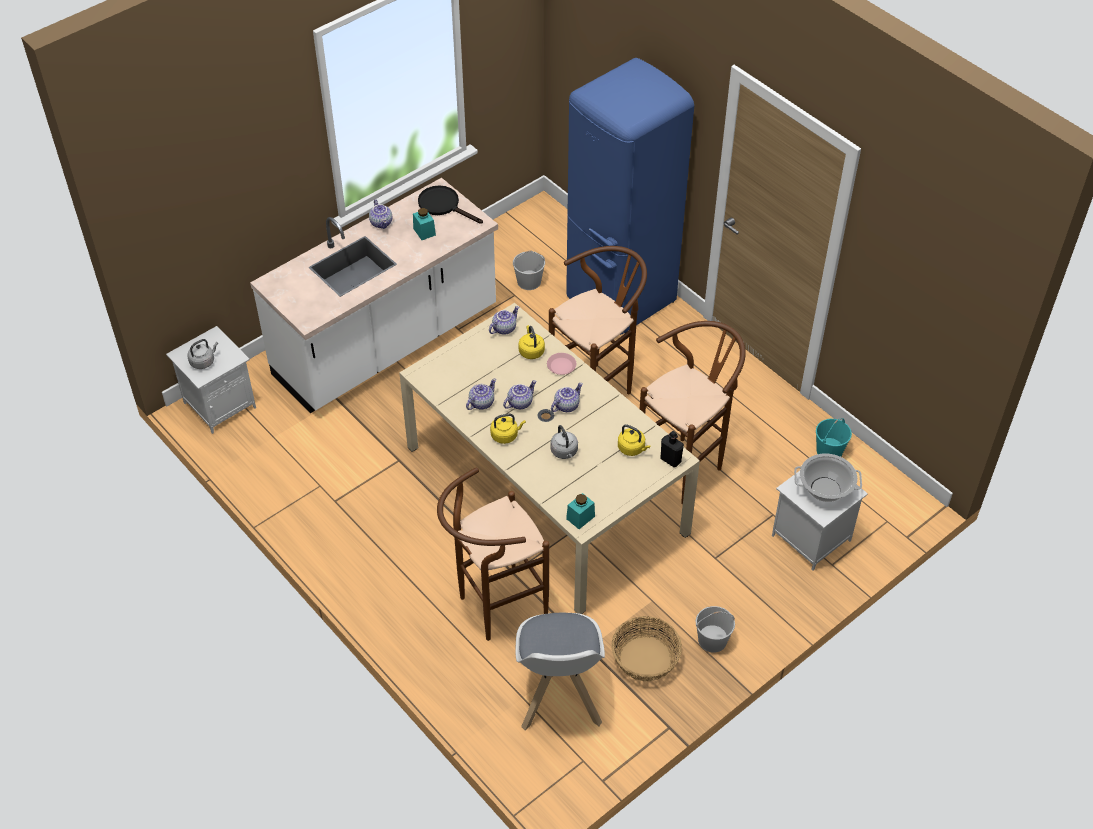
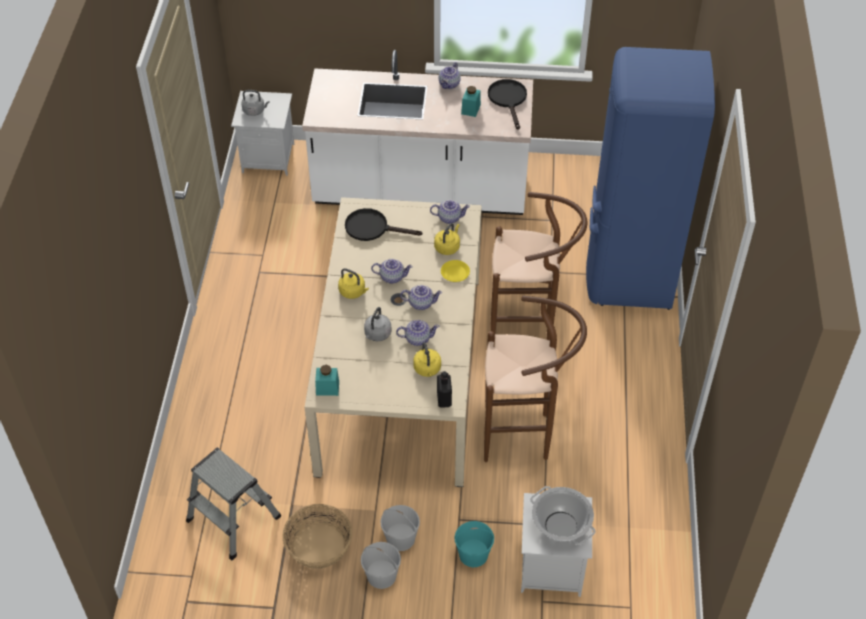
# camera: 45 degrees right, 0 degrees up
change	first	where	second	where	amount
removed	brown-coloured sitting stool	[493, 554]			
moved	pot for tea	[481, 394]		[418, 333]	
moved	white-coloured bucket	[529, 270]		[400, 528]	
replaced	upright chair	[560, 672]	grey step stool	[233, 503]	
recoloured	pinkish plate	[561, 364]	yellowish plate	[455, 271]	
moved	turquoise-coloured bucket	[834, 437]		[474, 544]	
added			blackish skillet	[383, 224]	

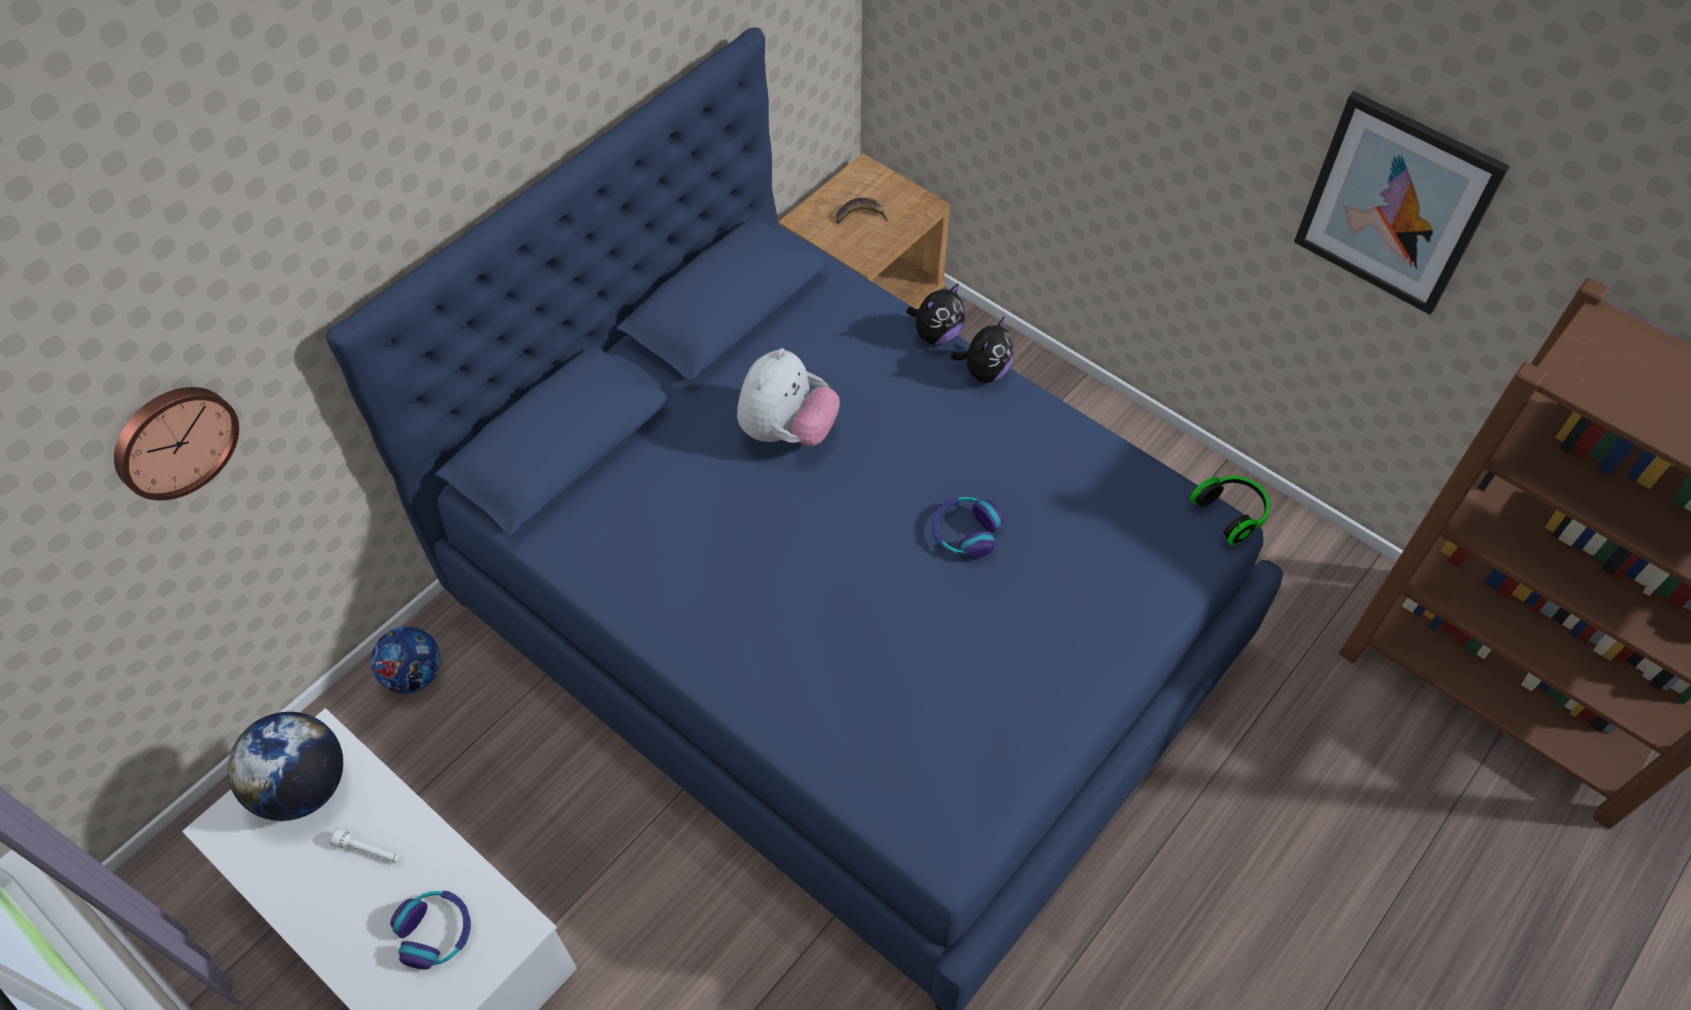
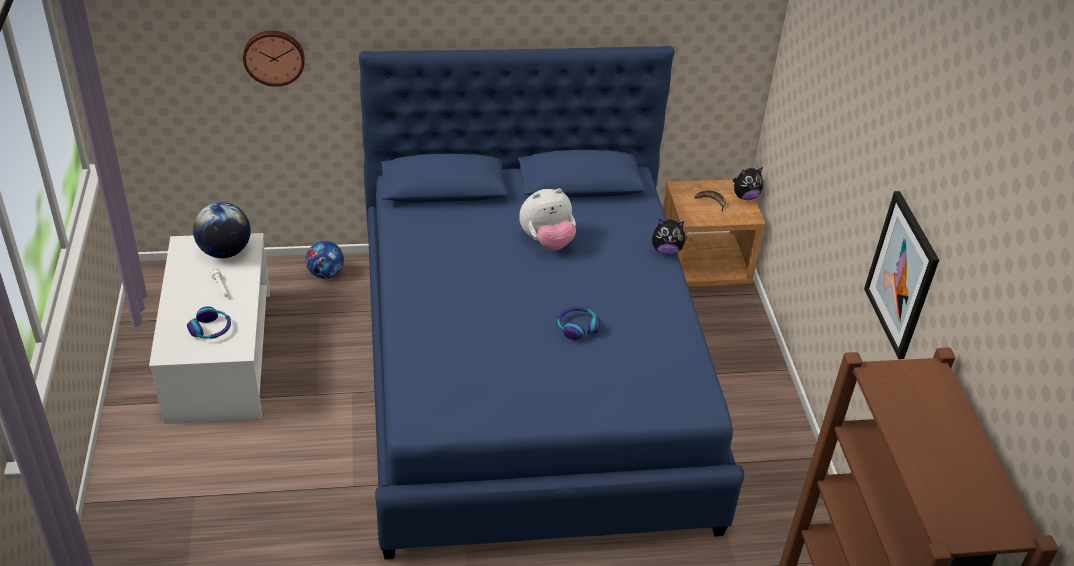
# camera: 40 degrees right, 15 degrees down
change	first	where	second	where	amount
moved	soft toy	[981, 349]		[748, 183]	
removed	headset	[1230, 510]			

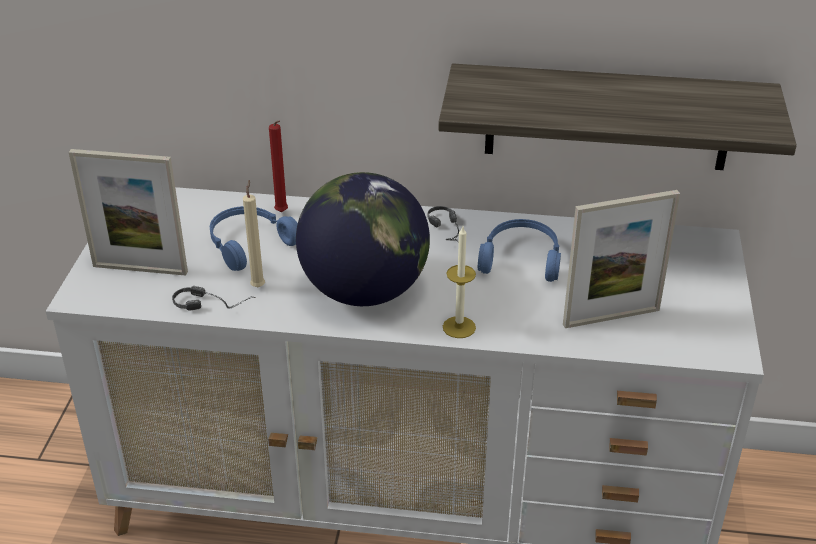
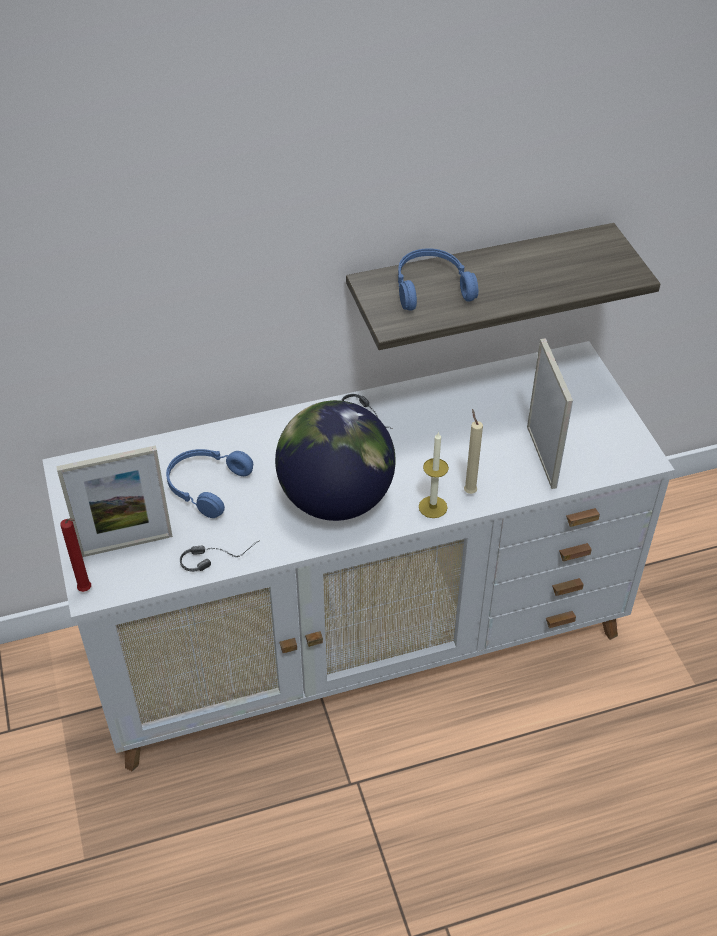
# camera: 25 degrees left, 10 degrees up
change	first	where	second	where	amount
moved	sand-coloured candle	[254, 233]		[473, 451]	
moved	red-coloured candle	[278, 166]		[75, 555]	
moved	bluish headset	[519, 250]		[438, 279]	
turned	photo frame	[621, 259]		[550, 413]	60 degrees counterclockwise

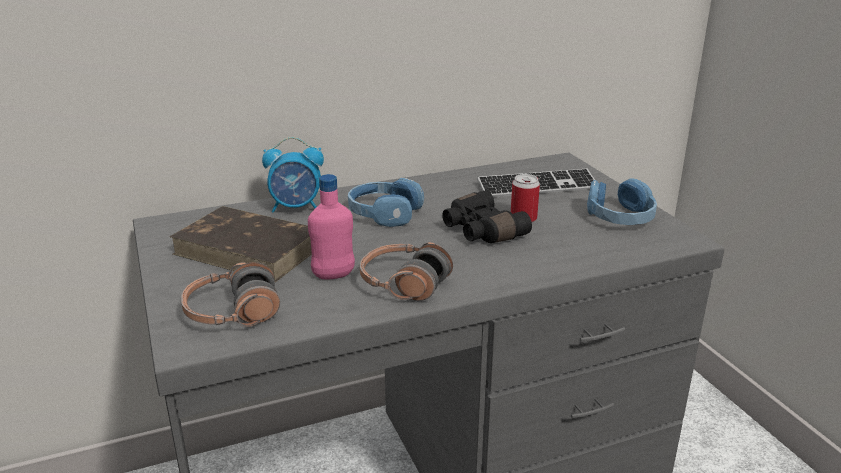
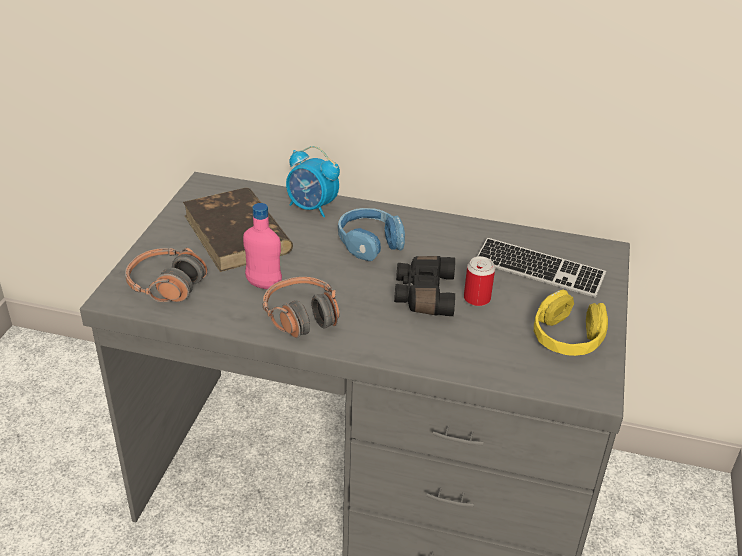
# camera: 35 degrees right, 10 degrees up
change	first	where	second	where	amount
recoloured	bluish headset	[622, 201]	yellowish headset	[571, 323]	

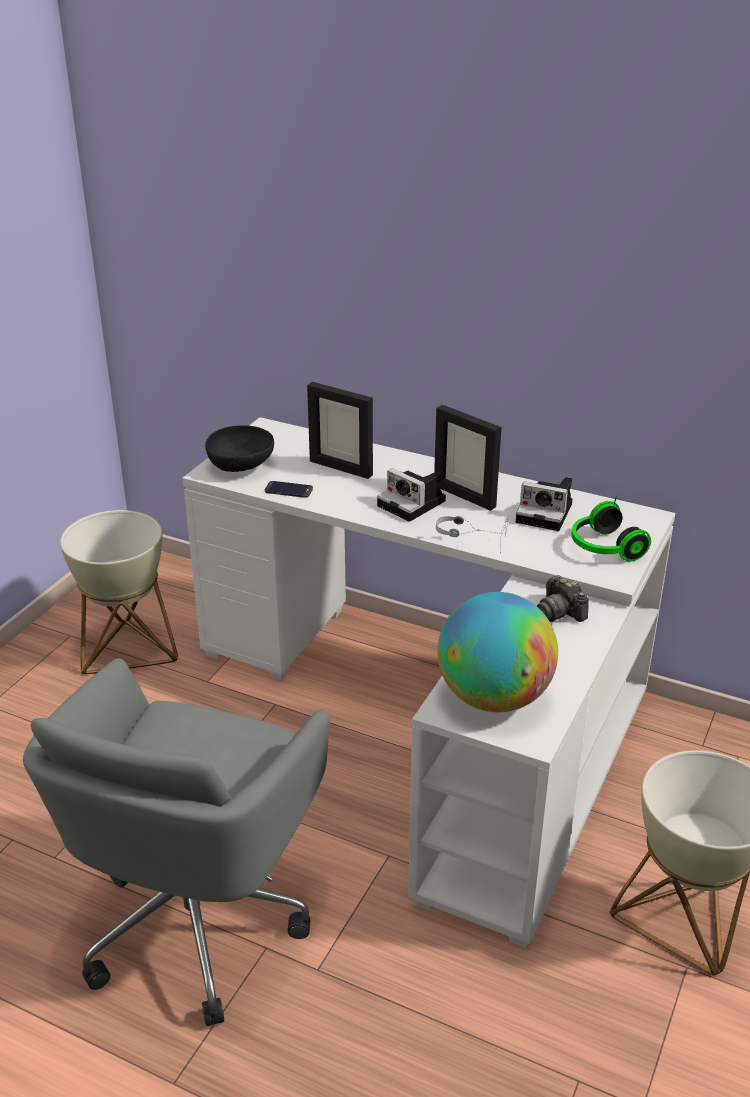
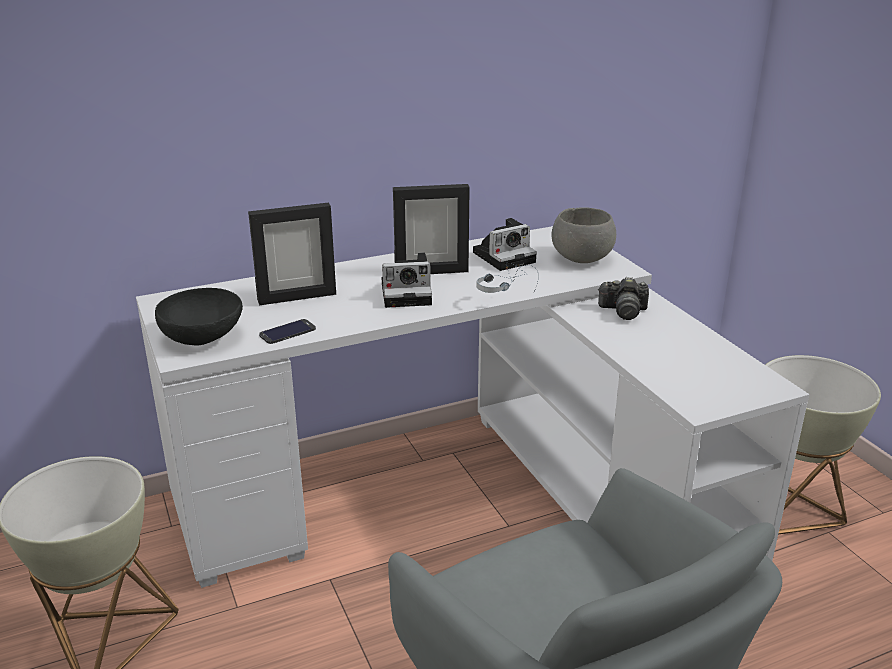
# camera: 50 degrees left, 5 degrees down
change	first	where	second	where	amount
removed	desk globe	[497, 652]			
replaced	headset	[611, 528]	grey serving bowl	[584, 235]	

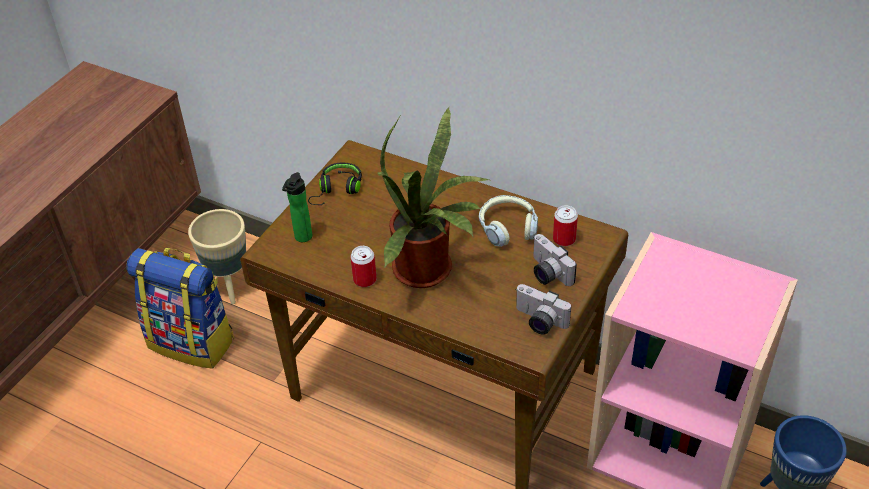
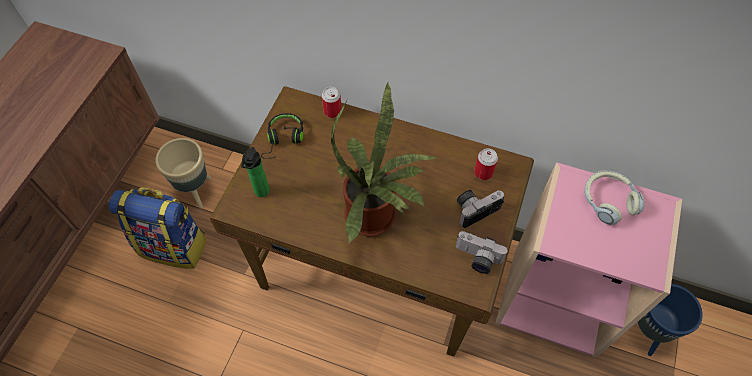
# camera: 10 degrees left, 15 degrees up
change	first	where	second	where	amount
moved	metal can	[363, 266]		[331, 102]	
moved	headset	[508, 221]		[615, 197]	
turned	photo camera	[555, 260]		[480, 209]	105 degrees clockwise

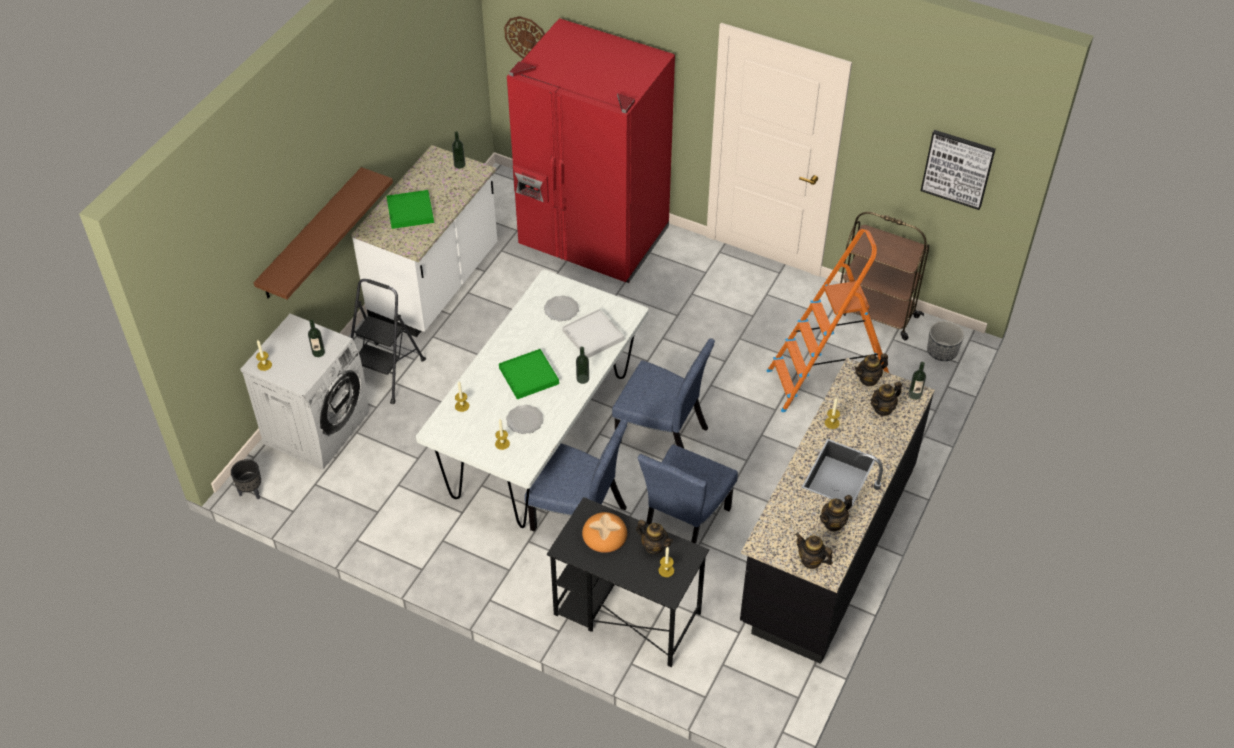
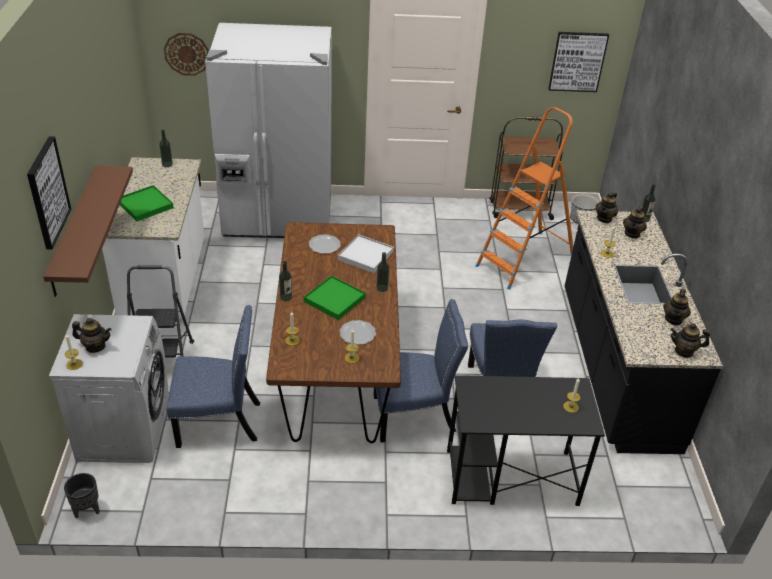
# camera: 30 degrees left, 10 degrees down
change	first	where	second	where	amount
moved	drink bottle	[316, 338]		[285, 281]	
recoloured	white-coloured dining table	[532, 399]	brown-coloured dining table	[333, 332]	
recoloured	red-coloured fridge	[591, 150]	white-coloured fridge	[268, 130]	
removed	bakery bread	[604, 532]			
moved	bluish upright chair	[663, 393]		[213, 376]	
moved	pot for tea	[654, 537]		[92, 335]	
added			picture	[49, 192]	

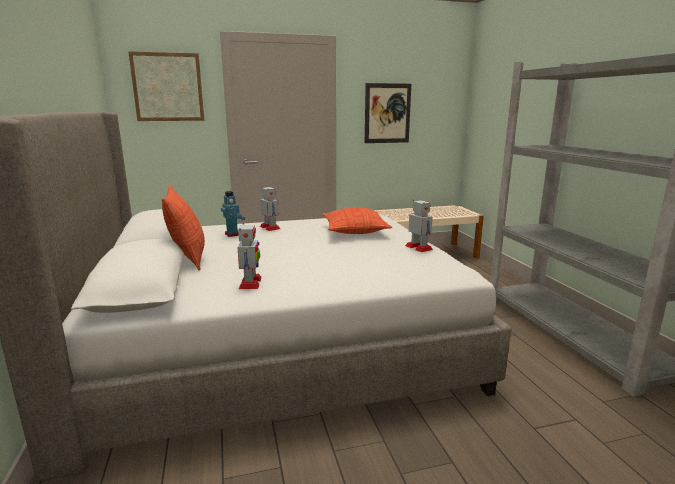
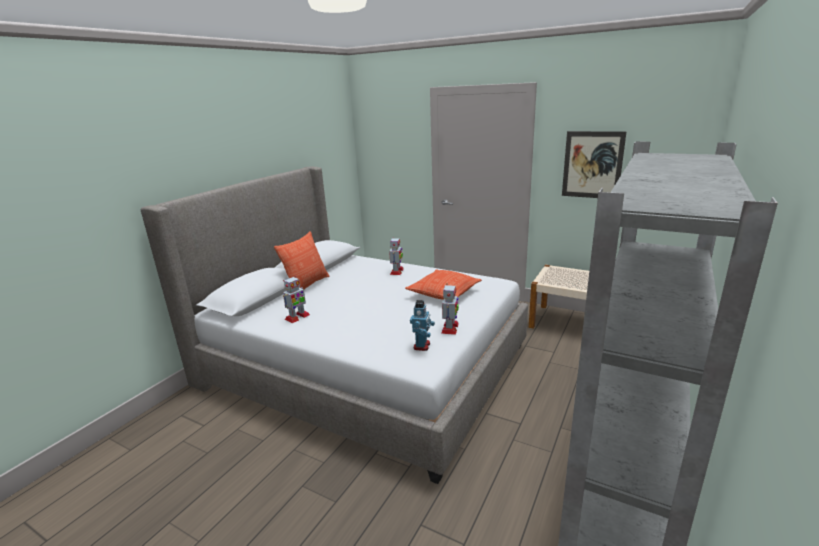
# camera: 45 degrees right, 5 degrees up
change	first	where	second	where	amount
removed	picture	[166, 86]			
moved	robot figure	[233, 214]		[422, 325]	

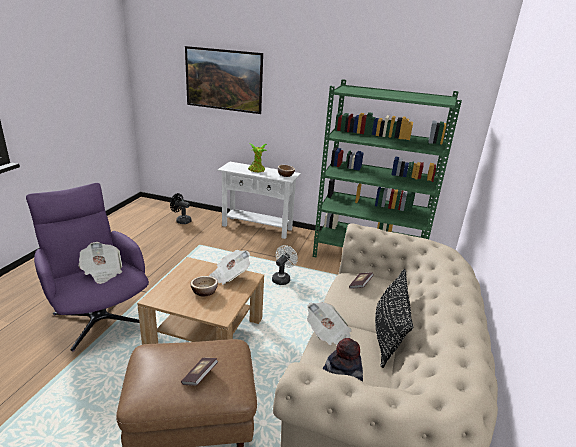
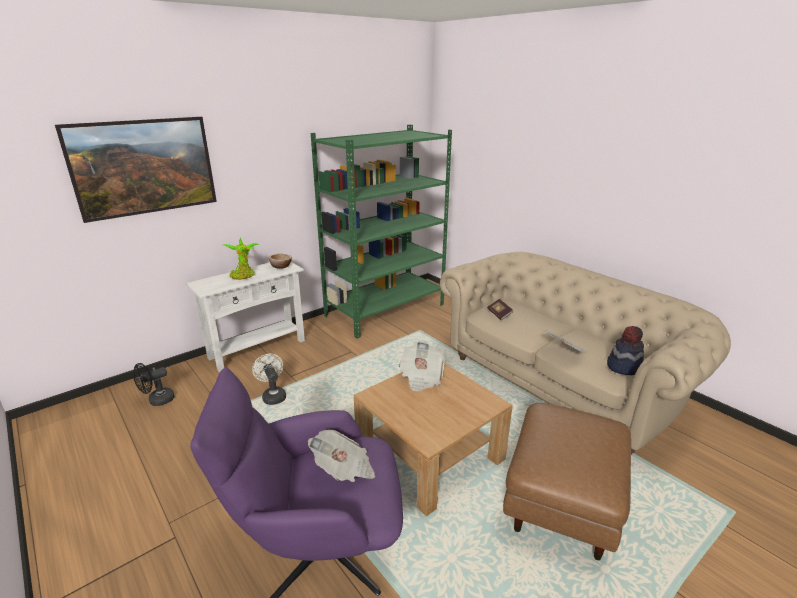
# camera: 55 degrees left, 0 degrees up
change	first	where	second	where	amount
removed	volume	[200, 372]			
removed	serving bowl	[204, 286]			
moved	white-coloured cooling fan	[285, 265]		[269, 379]	
removed	blackish cushion	[394, 318]			

